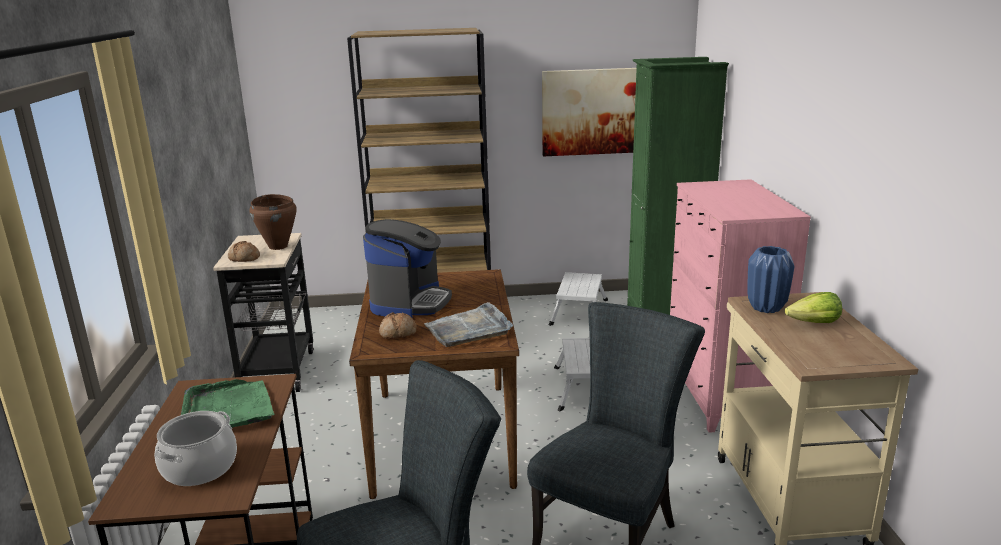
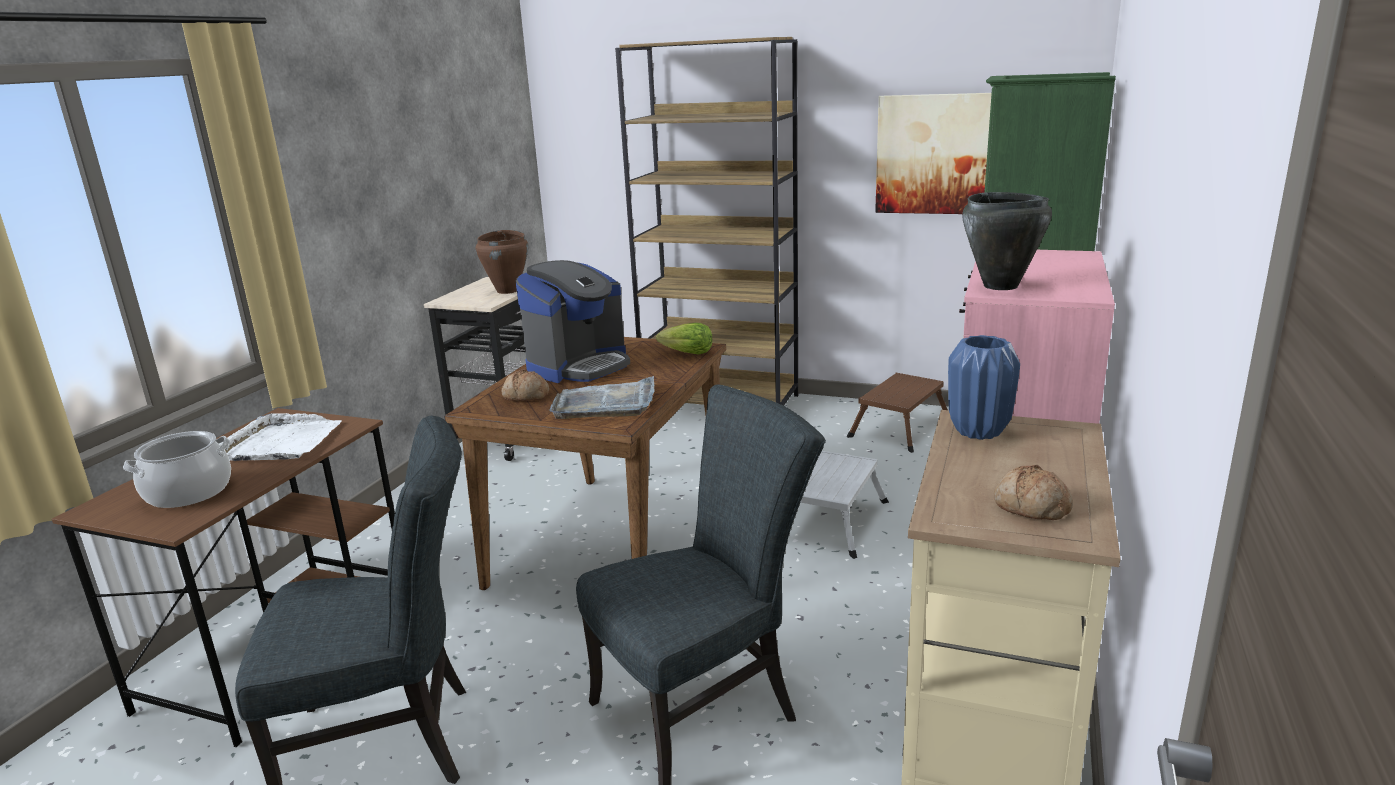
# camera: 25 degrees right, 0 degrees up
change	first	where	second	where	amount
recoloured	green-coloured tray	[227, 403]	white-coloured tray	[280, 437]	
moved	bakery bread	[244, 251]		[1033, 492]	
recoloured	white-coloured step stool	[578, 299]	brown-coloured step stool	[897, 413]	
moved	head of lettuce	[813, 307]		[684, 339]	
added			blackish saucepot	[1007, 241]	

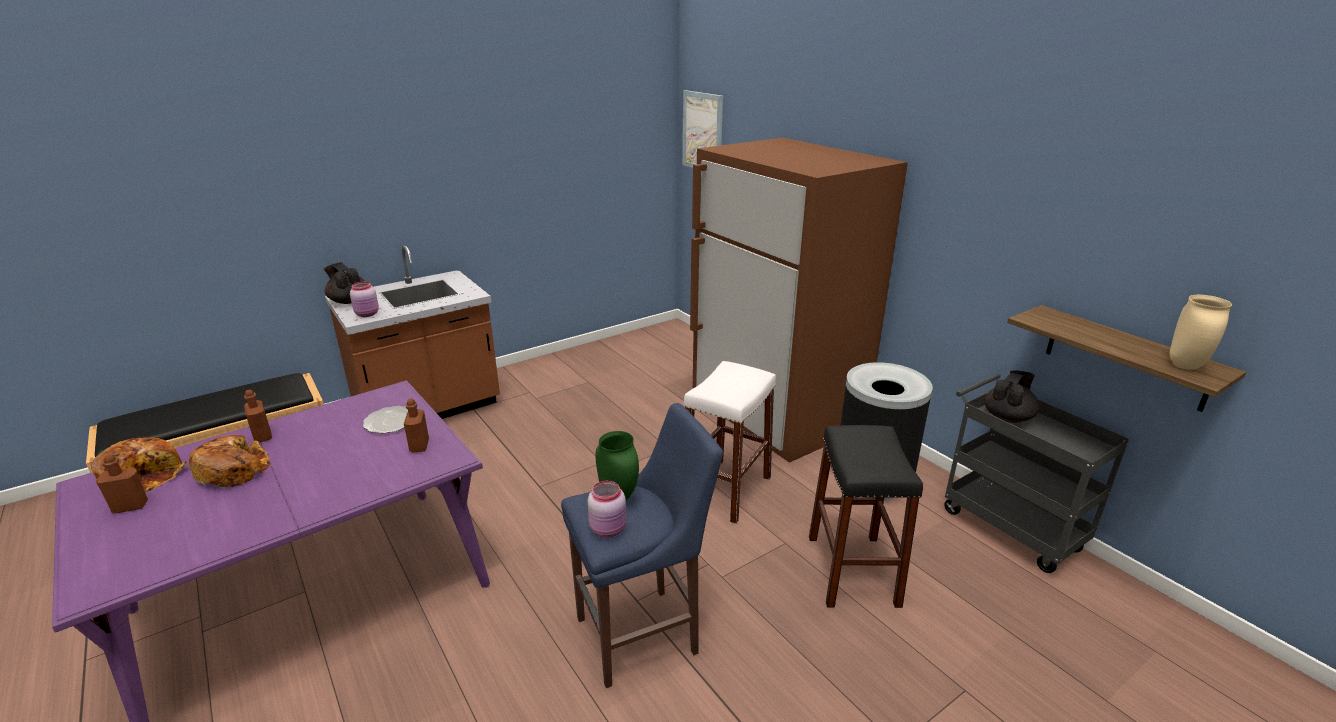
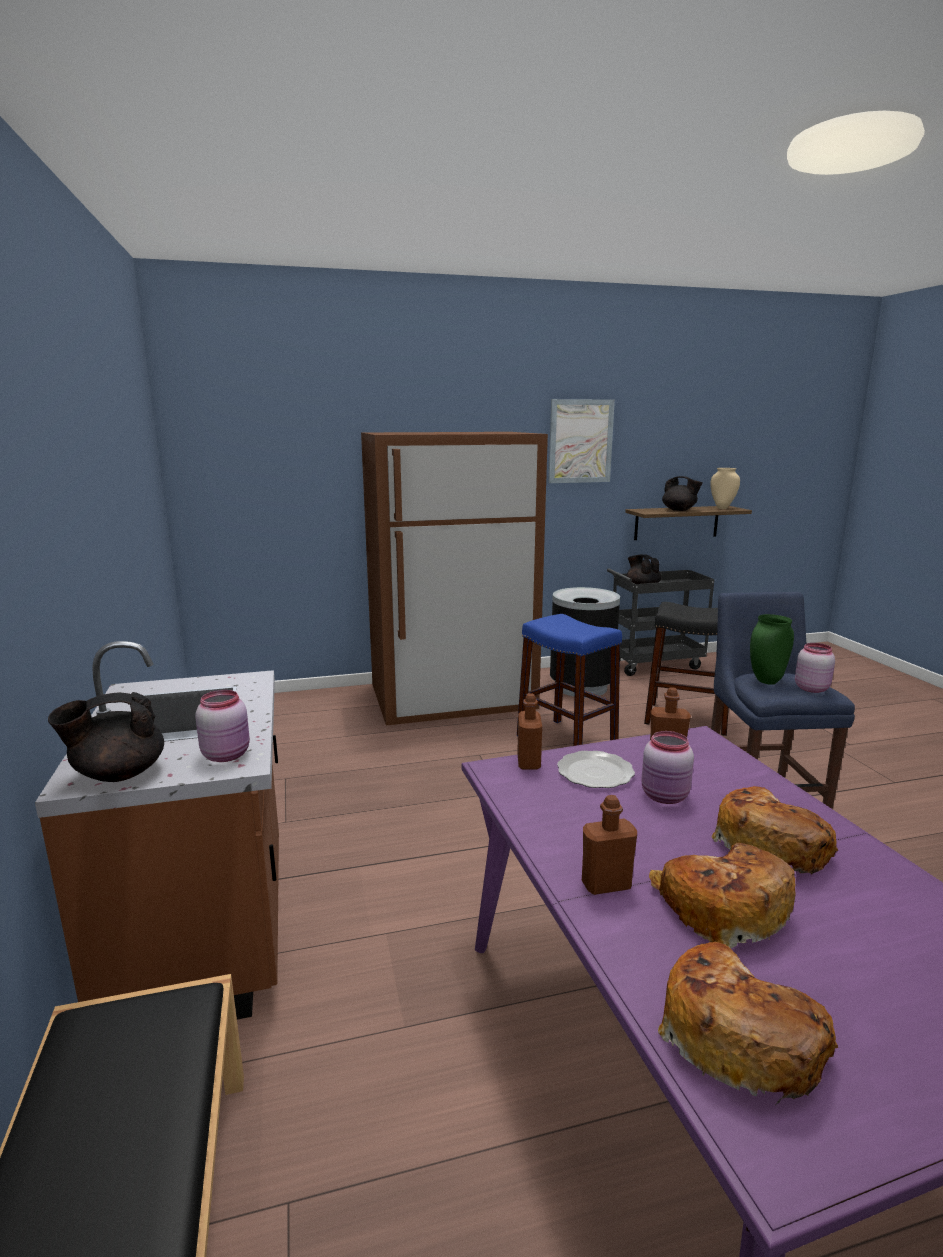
# camera: 70 degrees left, 10 degrees down
change	first	where	second	where	amount
moved	brown-coloured drink bottle	[122, 484]		[529, 731]	
moved	picture	[703, 129]		[581, 441]	
recoloured	white-coloured sitting stool	[730, 442]	bluish sitting stool	[569, 680]	
added			pinkish jar	[667, 767]	
added			blackish pot for tea	[682, 493]	
added			bakery bread	[775, 830]	

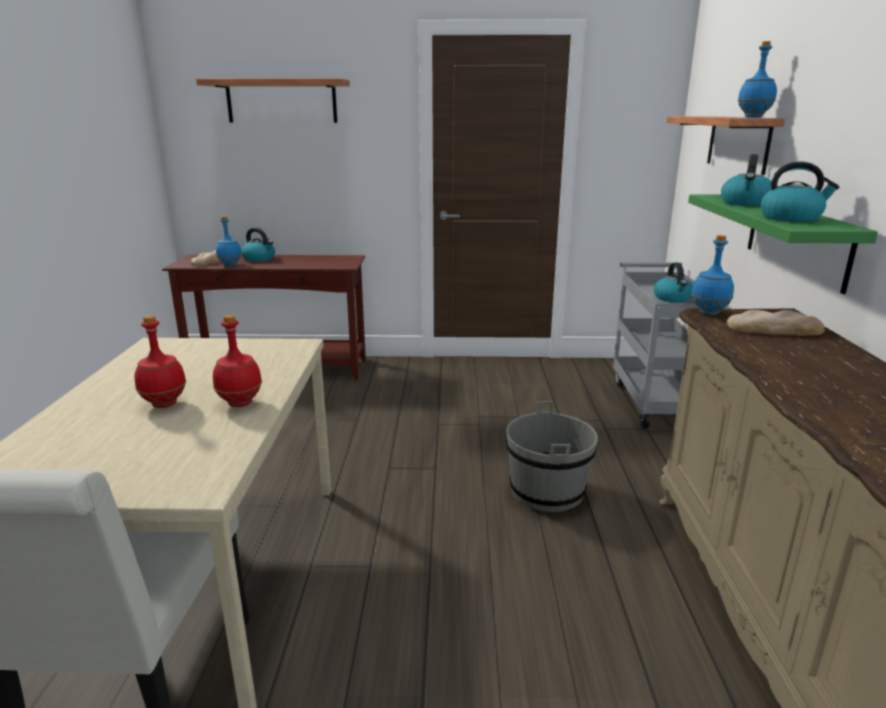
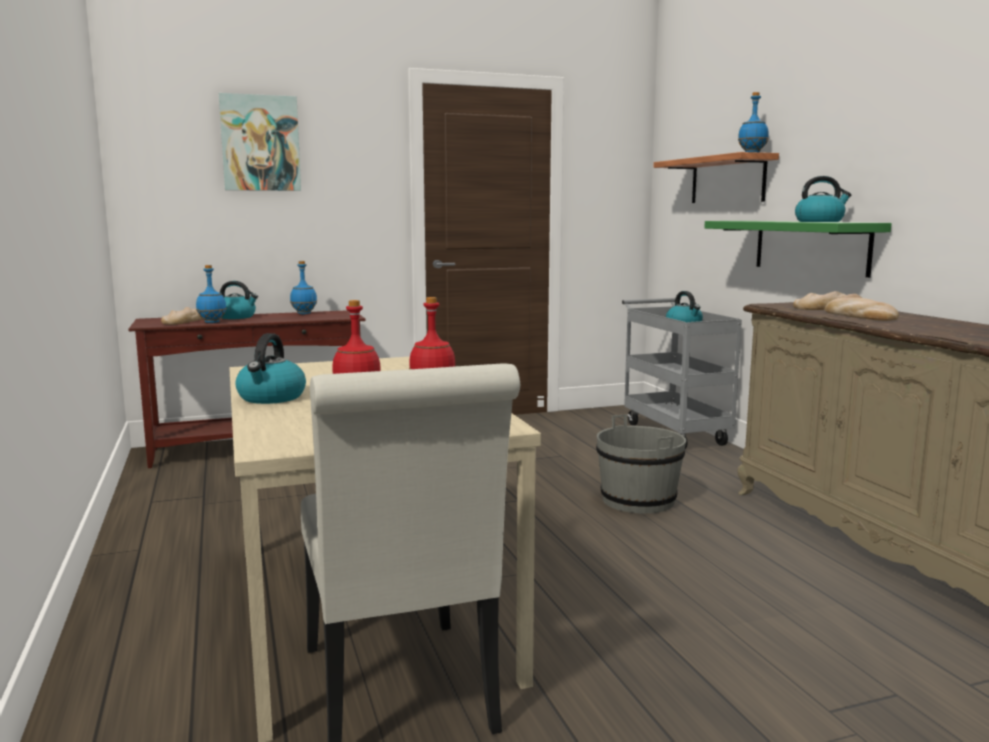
# camera: 20 degrees left, 10 degrees down
change	first	where	second	where	amount
replaced	wall shelf	[273, 101]	picture	[260, 142]	
moved	bluish drink bottle	[712, 275]		[303, 287]	
moved	tea kettle	[746, 180]		[270, 368]	
added			bakery bread	[862, 309]	

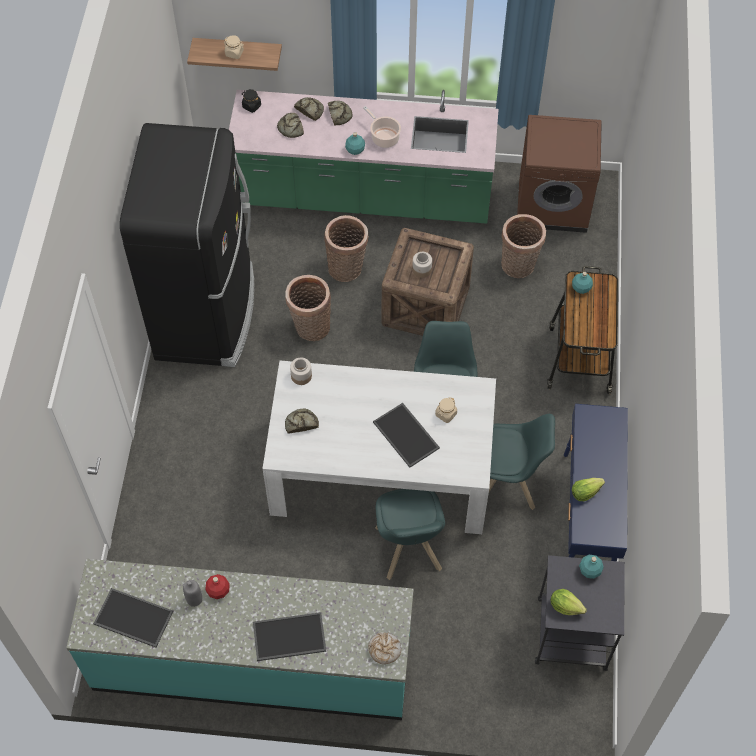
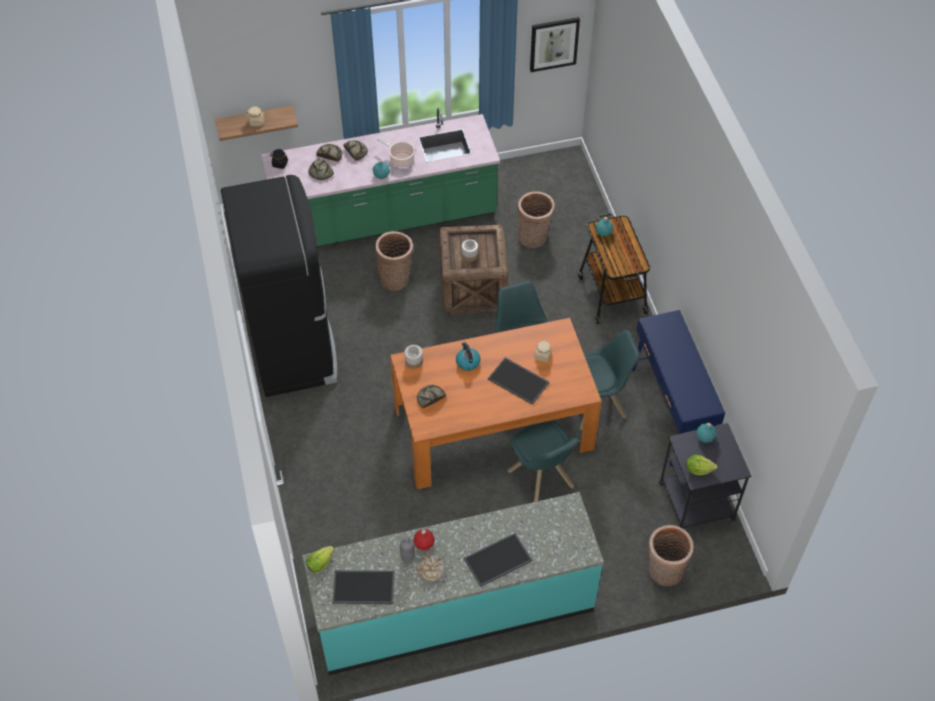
# camera: 20 degrees left, 5 degrees down
change	first	where	second	where	amount
recoloured	white-coloured dining table	[379, 447]	orange dining table	[496, 403]	
moved	basket	[308, 308]		[671, 555]	
moved	bakery bread	[384, 648]		[431, 568]	
removed	brown-coloured laundry machine	[559, 174]			
moved	head of lettuce	[588, 489]		[320, 559]	
added			tea kettle	[468, 356]	
added			picture	[555, 44]	

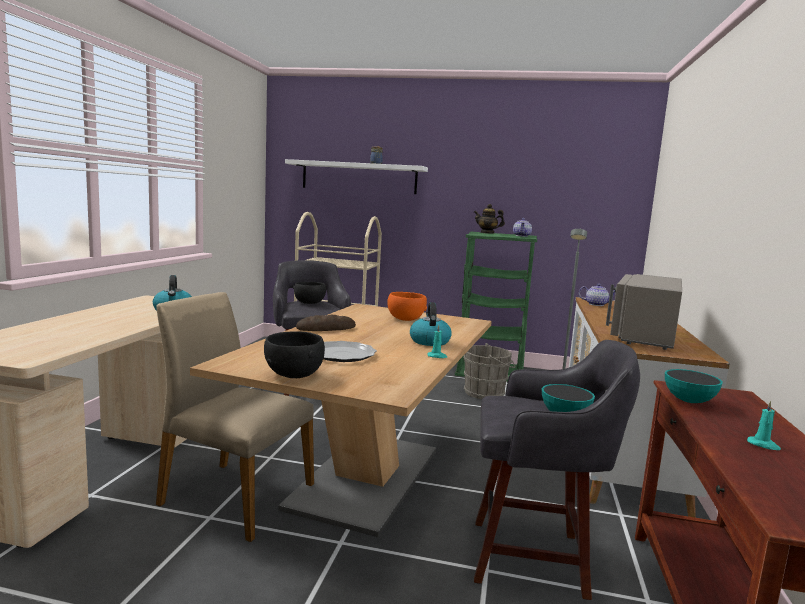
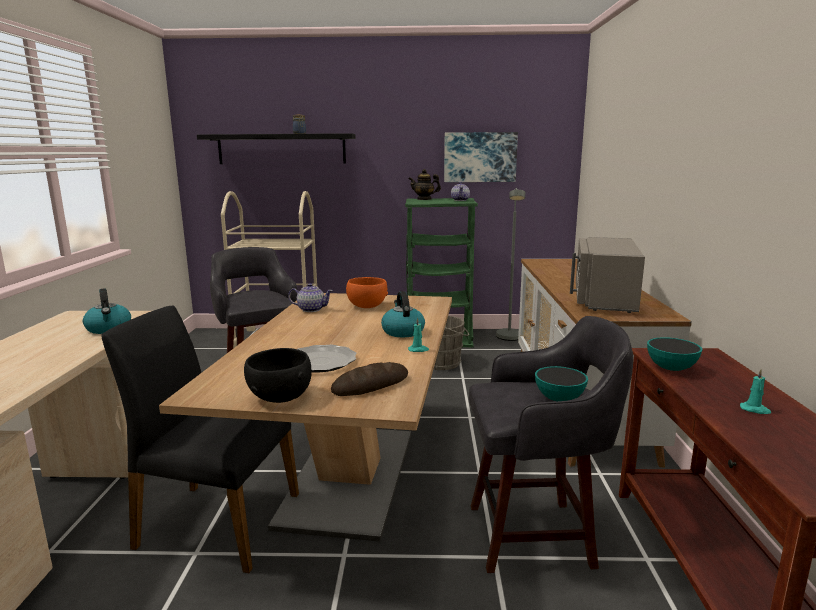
# camera: 10 degrees left, 5 degrees up
change	first	where	second	where	amount
recoloured	sand-coloured upright chair	[235, 417]	blackish upright chair	[200, 439]	
recoloured	white-coloured wall shelf	[356, 176]	blackish wall shelf	[276, 148]	
removed	blackish serving bowl	[309, 293]			
moved	bakery bread	[326, 323]		[369, 379]	
moved	pot for tea	[597, 294]		[310, 297]	
added			picture	[481, 157]	

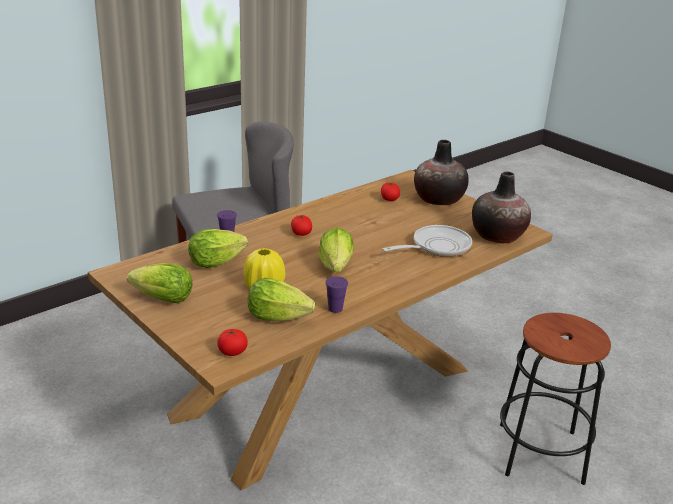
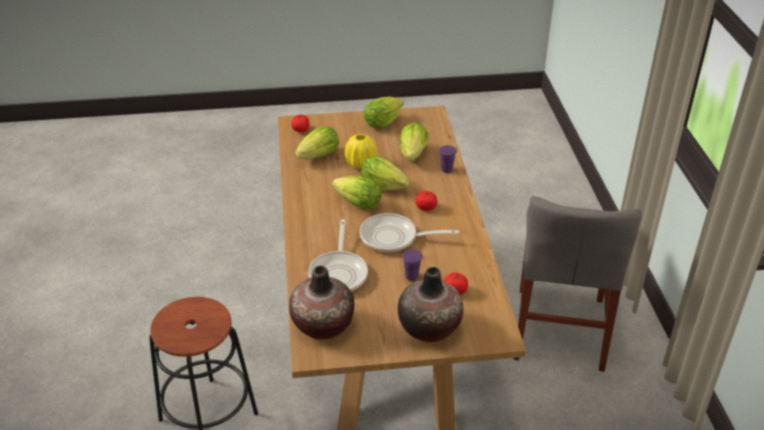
# camera: 125 degrees right, 10 degrees up
change	first	where	second	where	amount
moved	purplish drinking cup	[336, 294]		[412, 265]	
added			skillet	[409, 232]	
added			head of lettuce	[385, 173]	

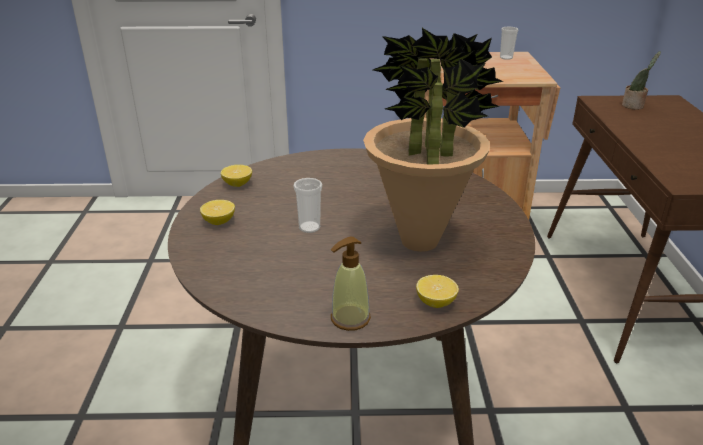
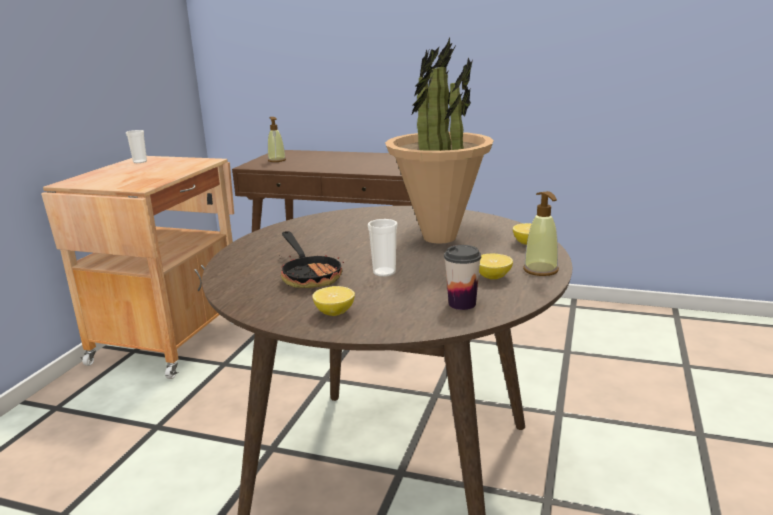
# camera: 70 degrees left, 10 degrees down
change	first	where	second	where	amount
moved	citrus fruit	[236, 176]		[496, 266]	
replaced	potted plant	[641, 80]	soap dispenser	[277, 139]	
added			skillet	[311, 259]	
added			drinking cup	[462, 277]	

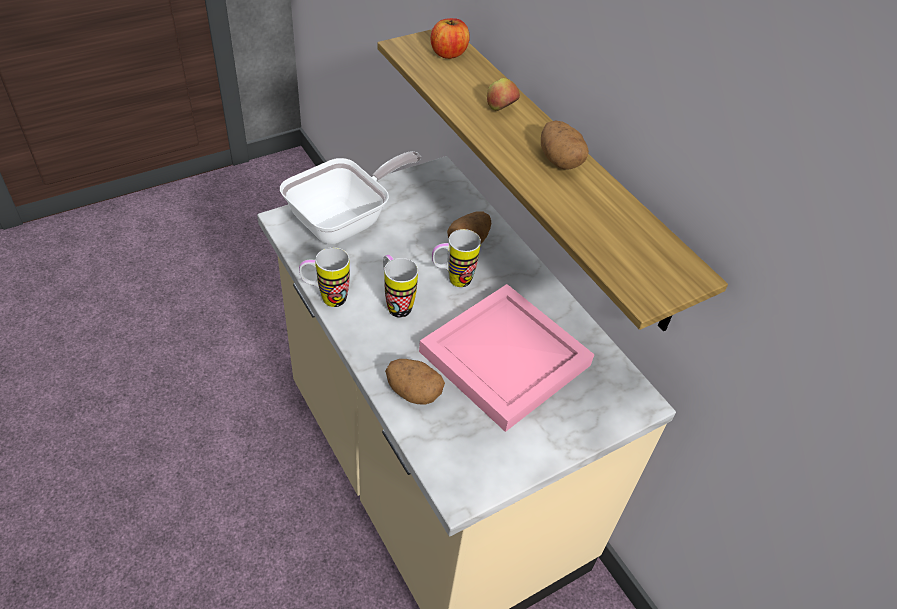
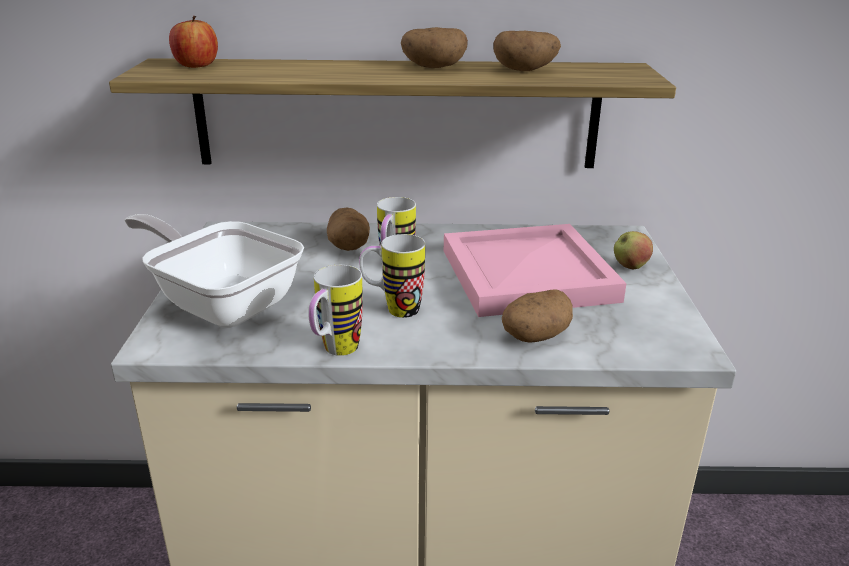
# camera: 55 degrees left, 20 degrees down
change	first	where	second	where	amount
turned	skillet	[350, 197]		[214, 271]	45 degrees counterclockwise
moved	apple	[503, 94]		[633, 250]	
added			whole potato	[527, 51]	

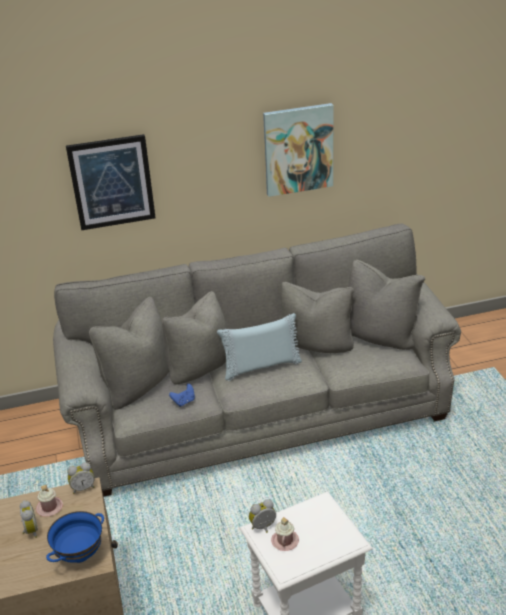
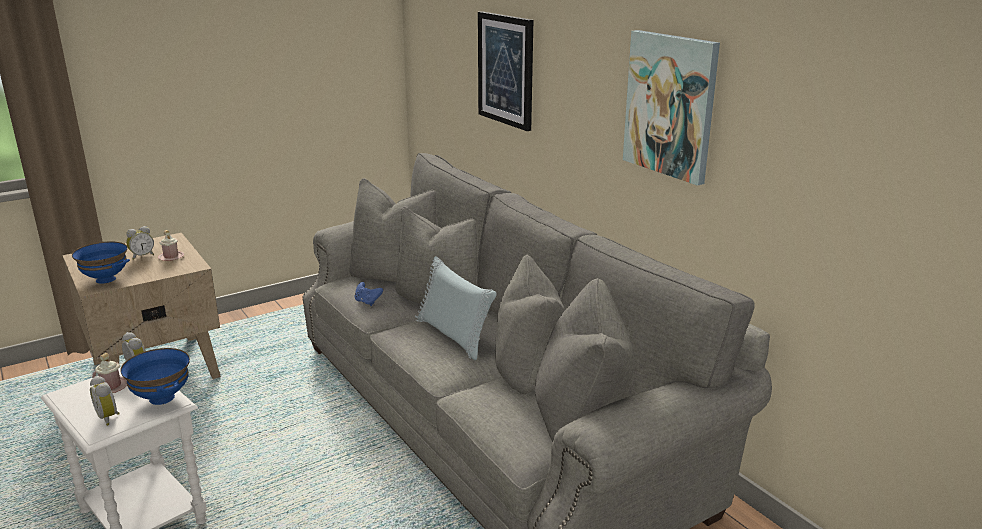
# camera: 70 degrees right, 10 degrees down
change	first	where	second	where	amount
moved	bedside clock	[81, 478]		[105, 401]	
added			bluish serving bowl	[155, 376]	

